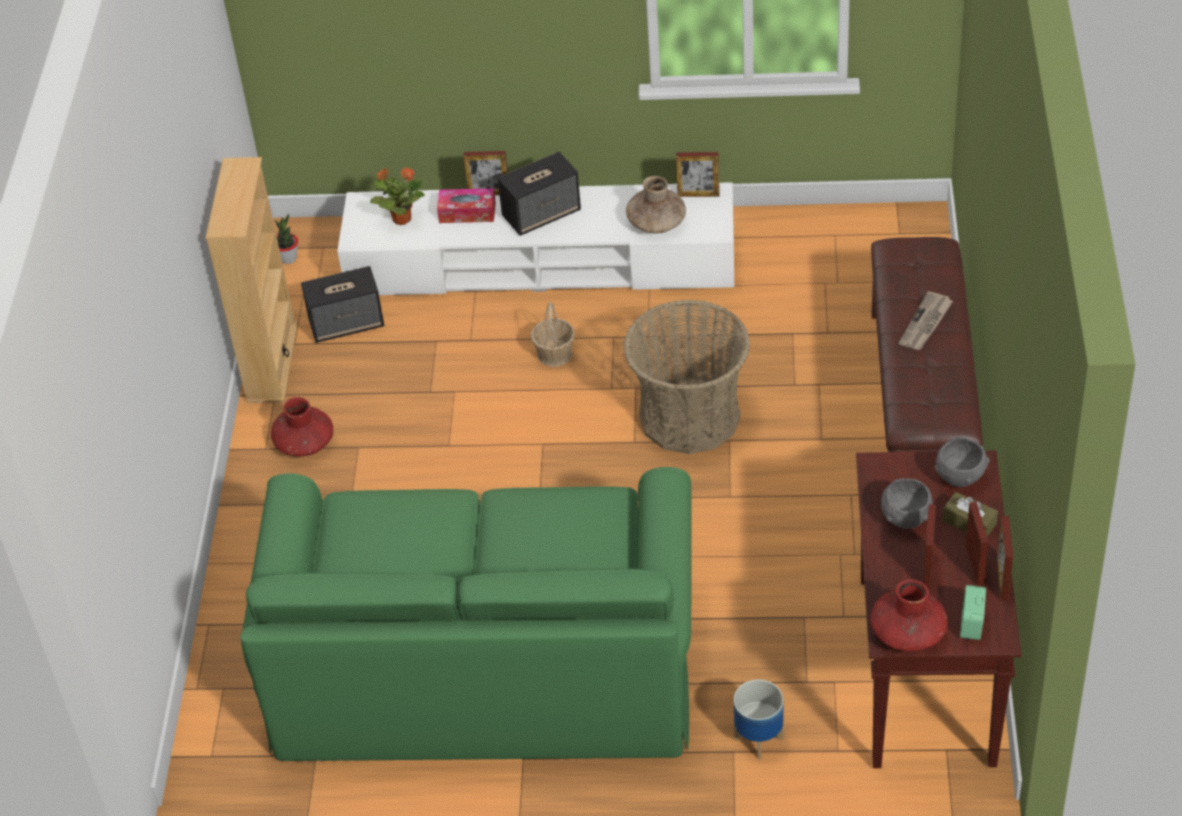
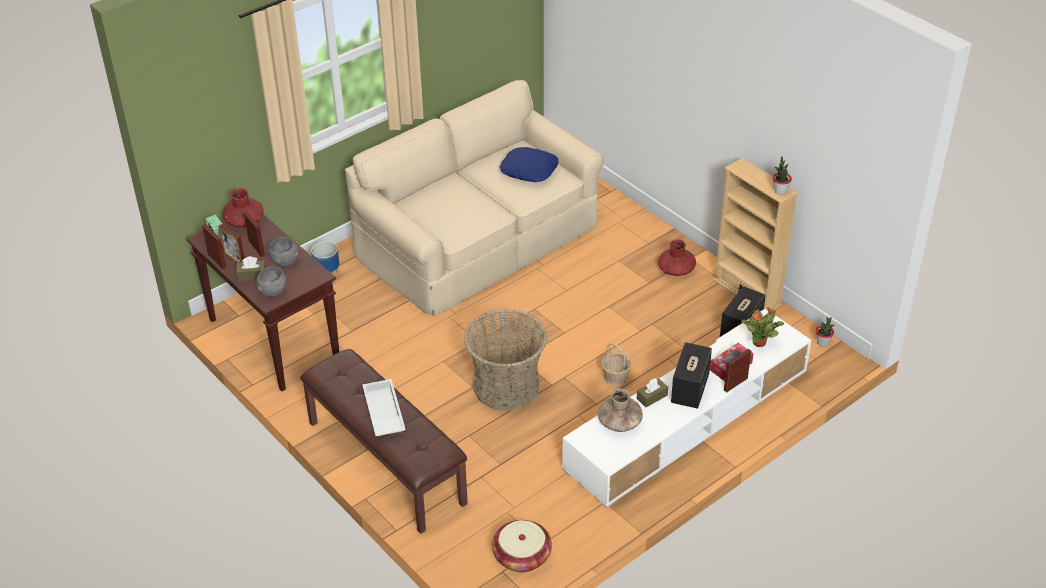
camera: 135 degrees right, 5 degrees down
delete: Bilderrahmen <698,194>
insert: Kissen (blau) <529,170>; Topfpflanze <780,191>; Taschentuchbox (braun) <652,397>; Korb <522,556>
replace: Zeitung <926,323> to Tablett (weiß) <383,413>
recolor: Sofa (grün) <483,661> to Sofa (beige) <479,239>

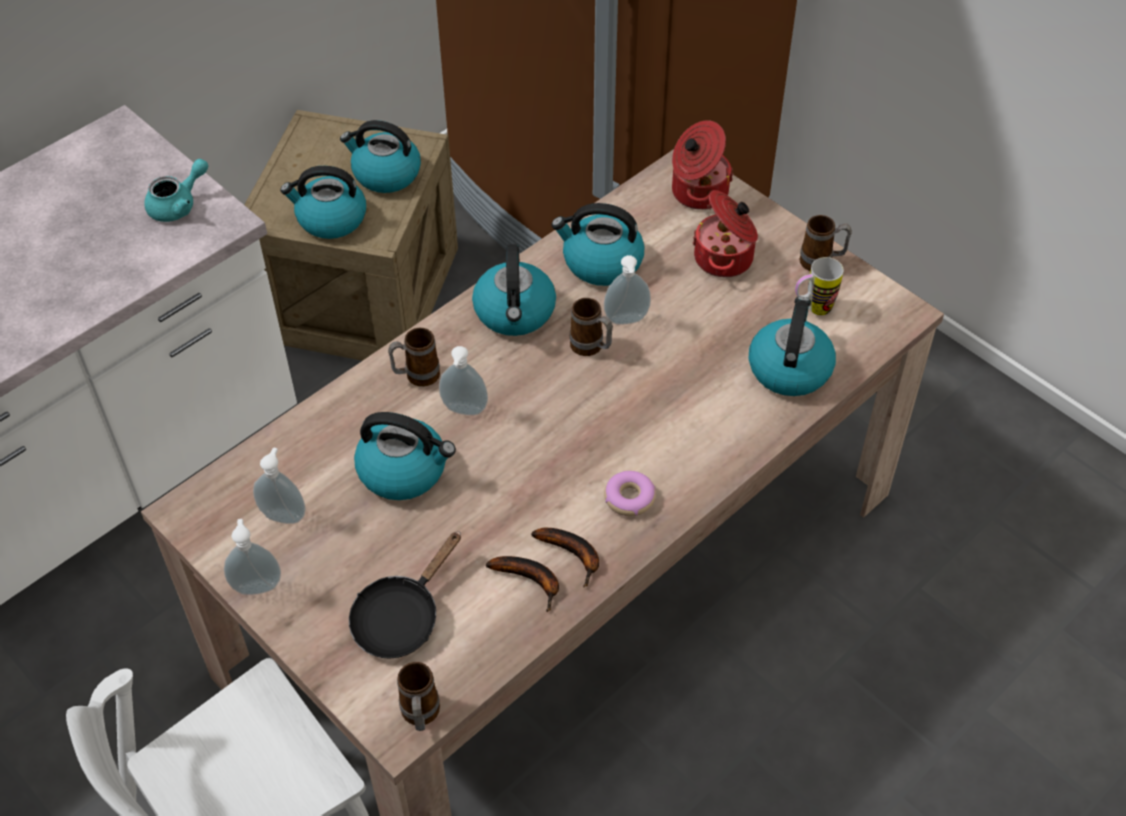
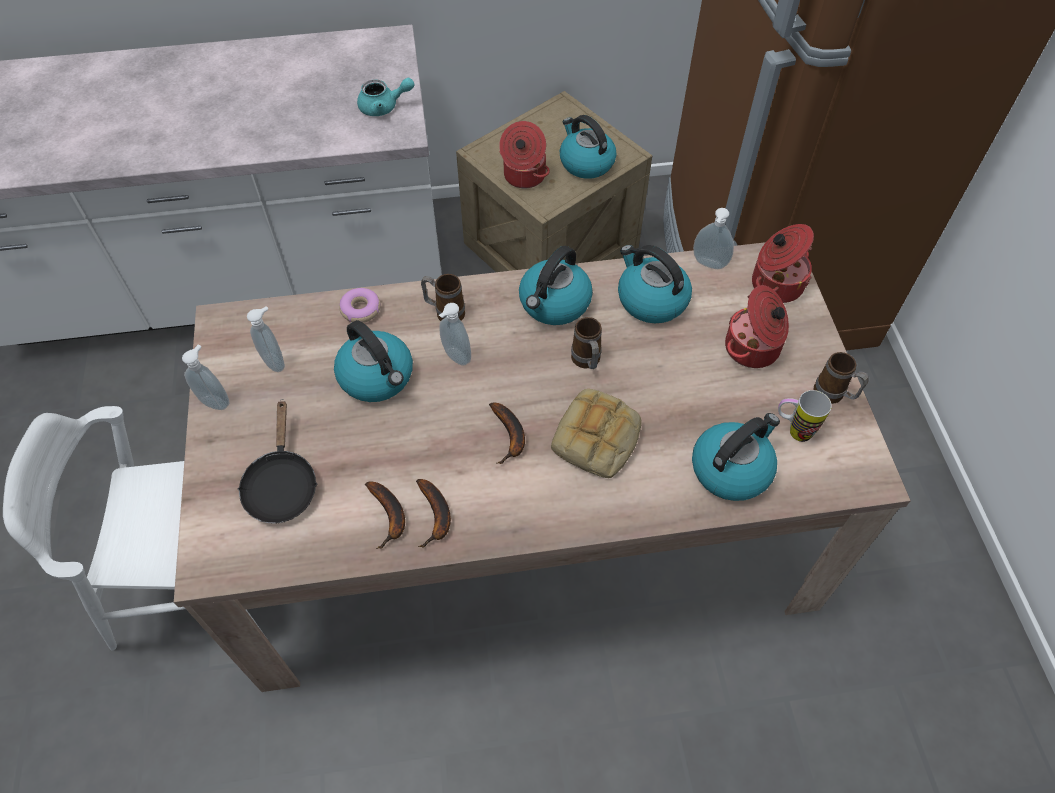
camera: 35 degrees right, 5 degrees up
delete: Henkelbecher <420,716>
insert: Brot <597,439>; Banane <510,436>
move: Seifenspender <627,321> to <708,265>; Donut <629,498> to <361,309>
replace: Wasserkessel <330,219> to Kochtopf <523,176>
rotate: Pfanne (schwarz) <401,617> = <281,484> 75 degrees counterclockwise

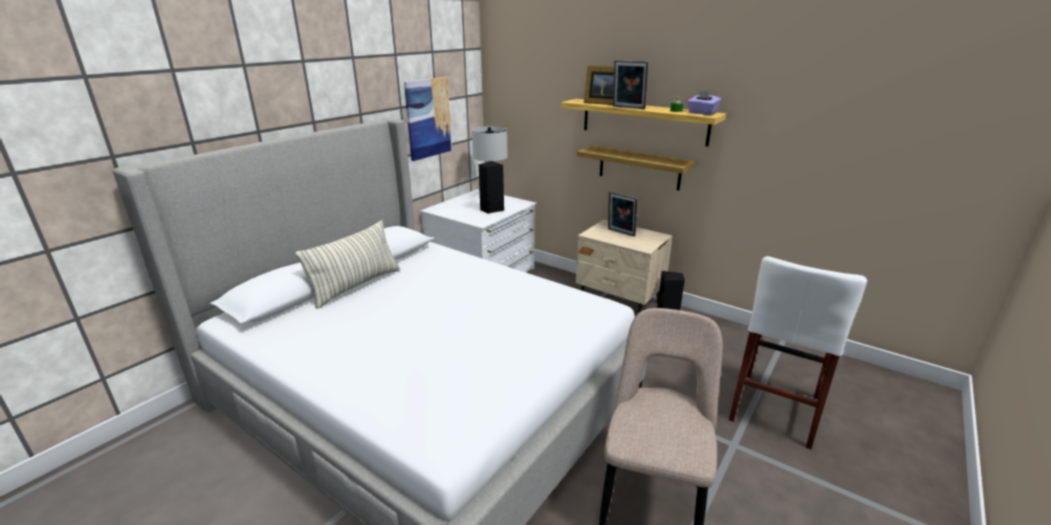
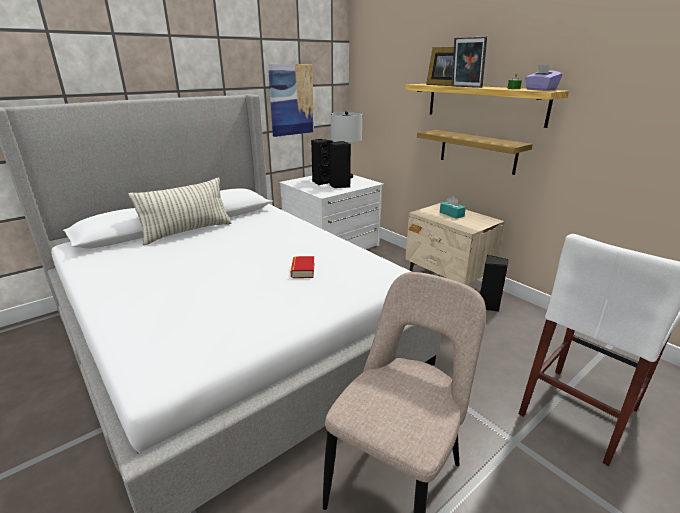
camera: 15 degrees right, 0 degrees up
insert: Lautsprecher (schwarz) <321,182>; Buch <303,270>
replace: Bilderrahmen <620,233> to Taschentuchbox (türkis) <451,214>

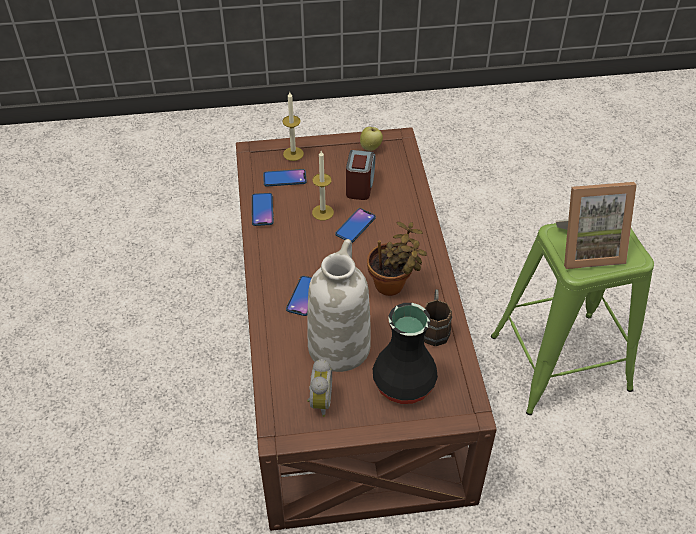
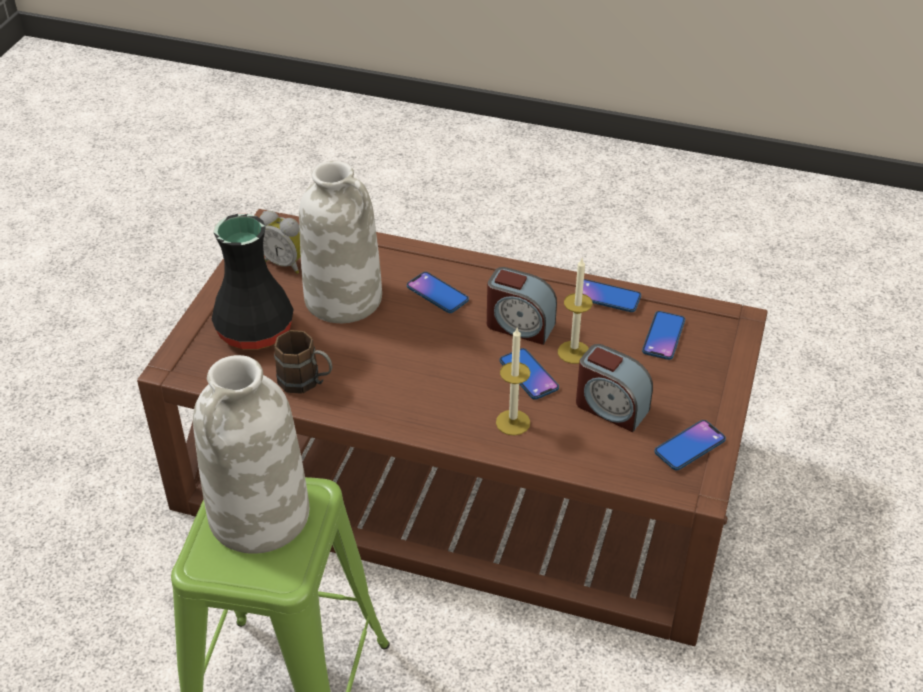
camera: 115 degrees right, 5 degrees down
delete: Topfpflanze <392,286>
insert: Wecker <519,325>
move: Kerze <293,154> to <513,422>
replace: Apfel <371,147> to Handy <689,446>; Bilderrahmen <587,249> to Vase (weiß) <259,516>

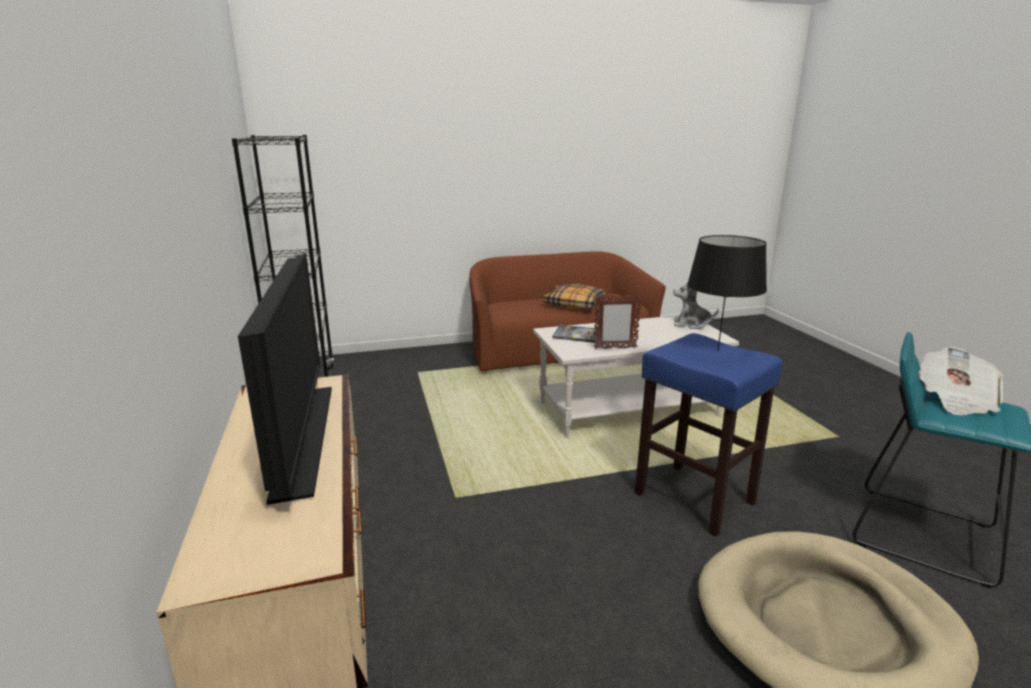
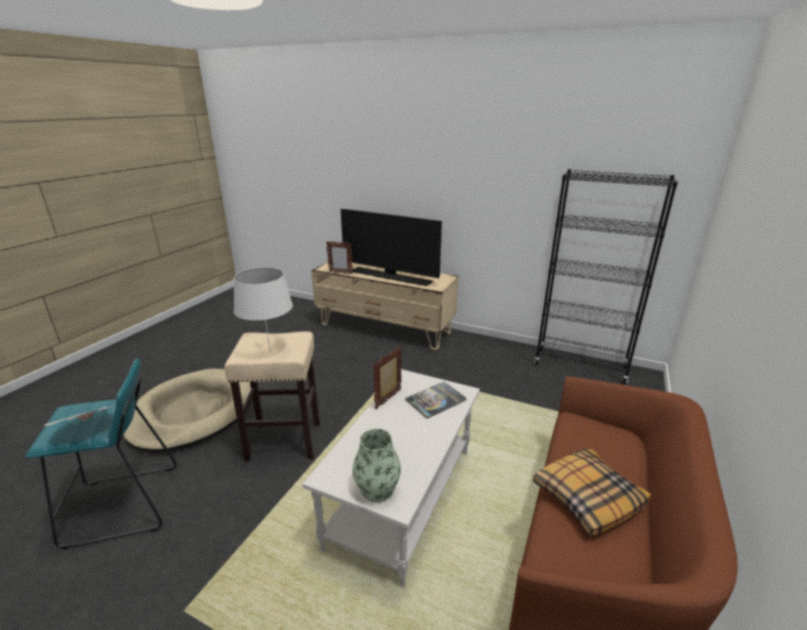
camera: 130 degrees right, 5 degrees up
insert: Bilderrahmen <340,273>
replace: Plüschtier <691,324> to Vase <377,489>
recolor: Tischlampe (schwarz) <717,350> to Tischlampe (weiß) <270,352>; Hocker (blau) <693,497> to Hocker (beige) <285,440>

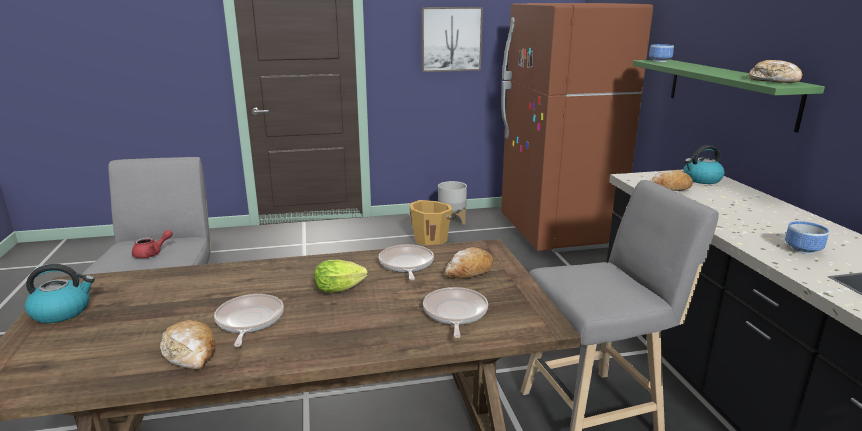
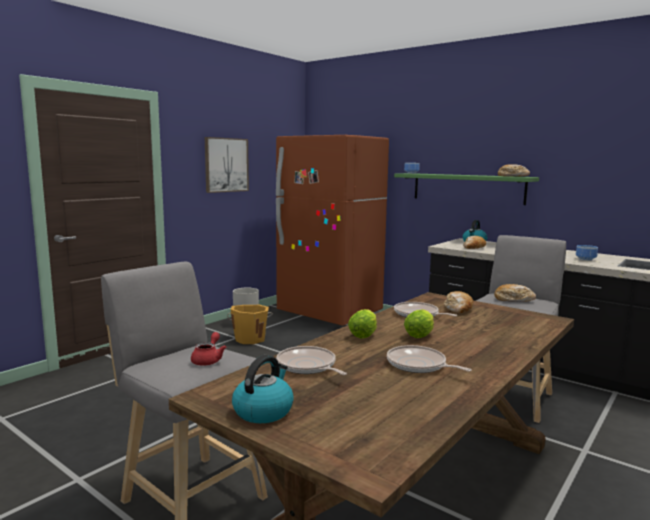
camera: 40 degrees left, 10 degrees down
insert: Salatkopf <364,334>
move: Pfanne <454,313> to <308,366>; Brot <191,353> to <513,299>

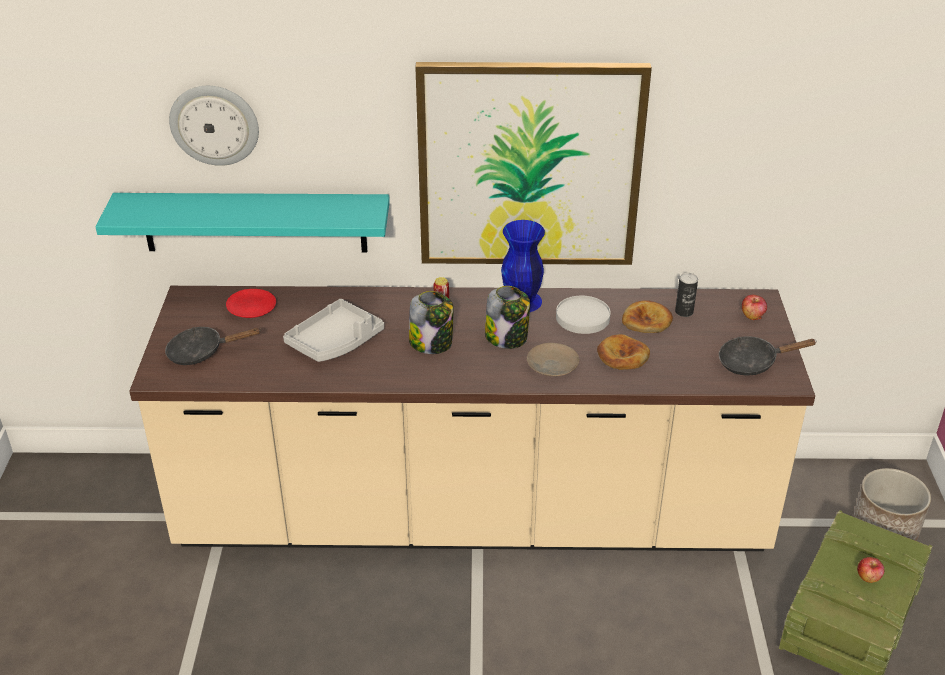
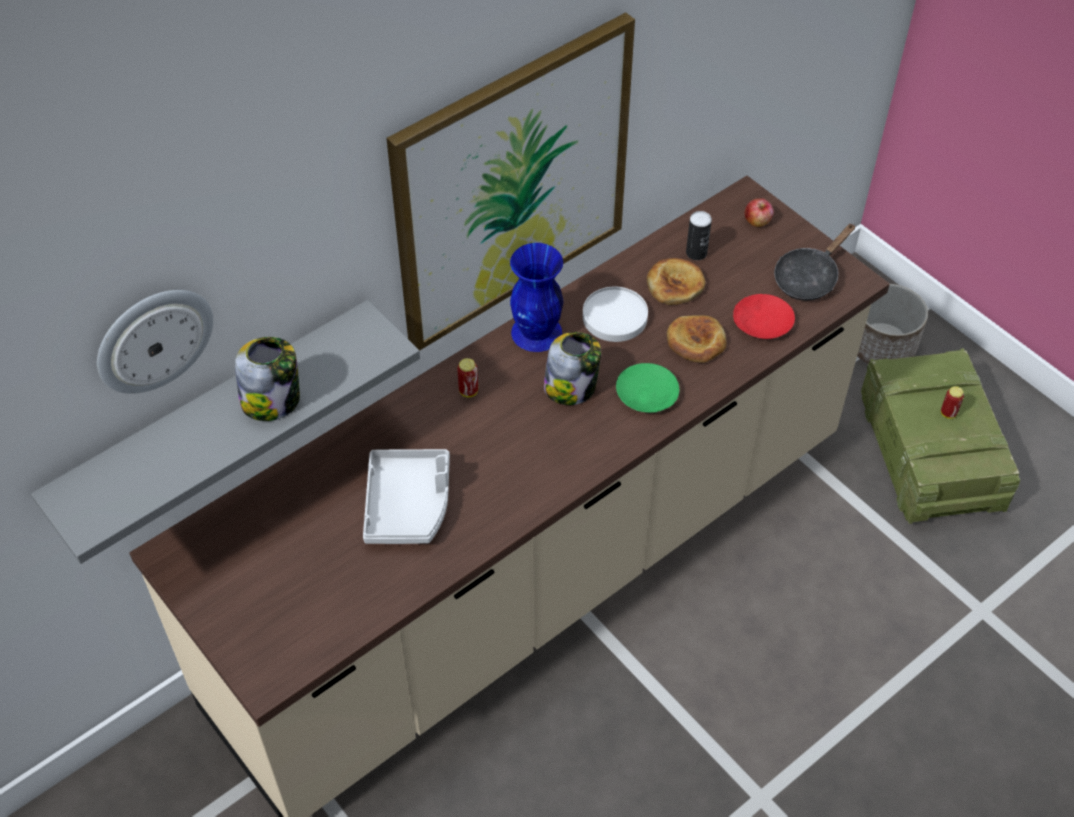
camera: 40 degrees left, 15 degrees up
delete: Pfanne (schwarz) <201,352>
move: Teller (rot) <251,308> to <761,322>; Vorratsglas <431,343> to <272,400>
replace: Apfel <868,577> to Dose <948,413>
recolor: Wandregal (türkis) <254,222> to Wandregal (grau) <216,420>; Teller (beige) <552,366> to Teller (grün) <647,394>

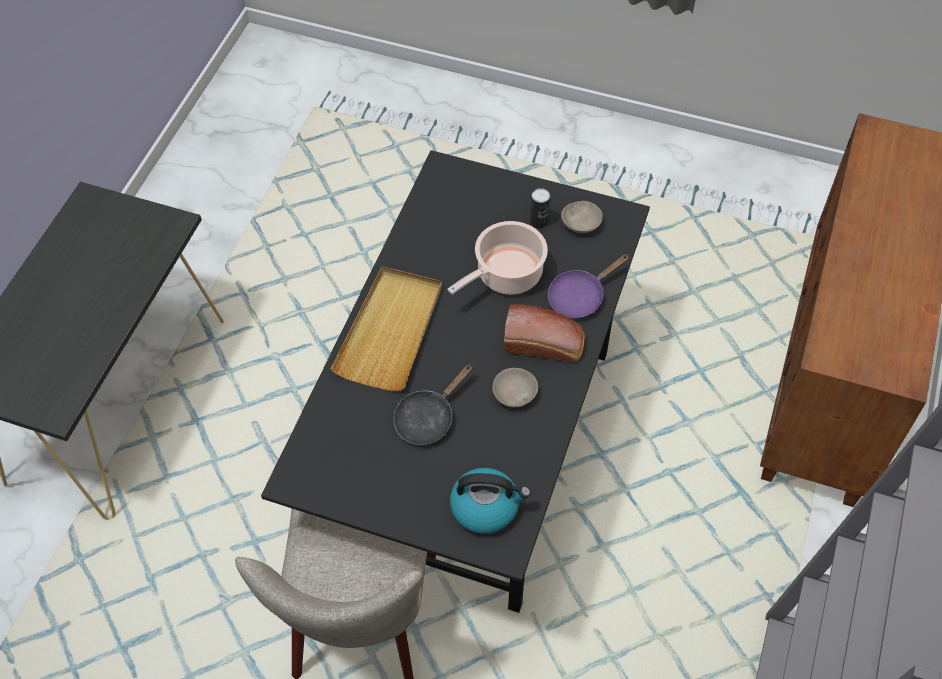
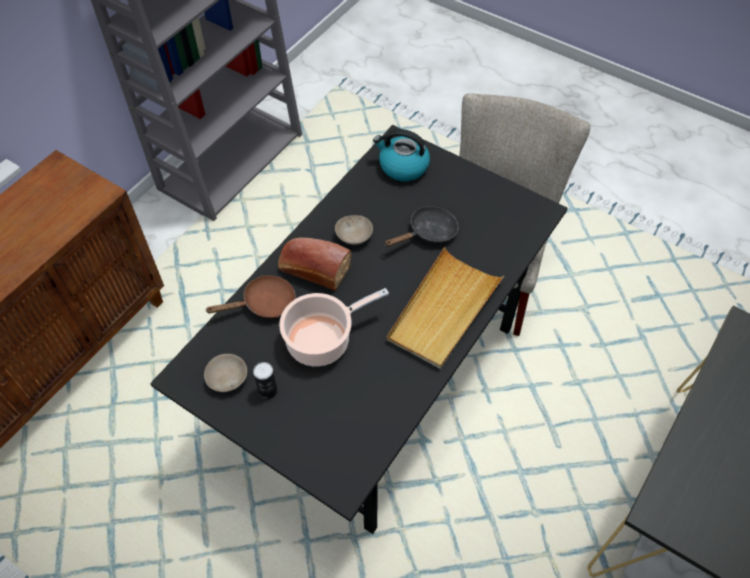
camera: 165 degrees left, 0 degrees up
recolor: Pfanne (lila) <580,296> to Pfanne (braun) <264,304>

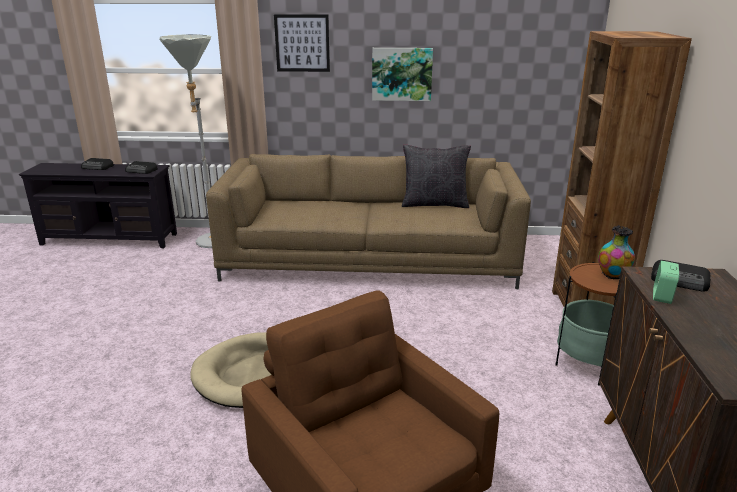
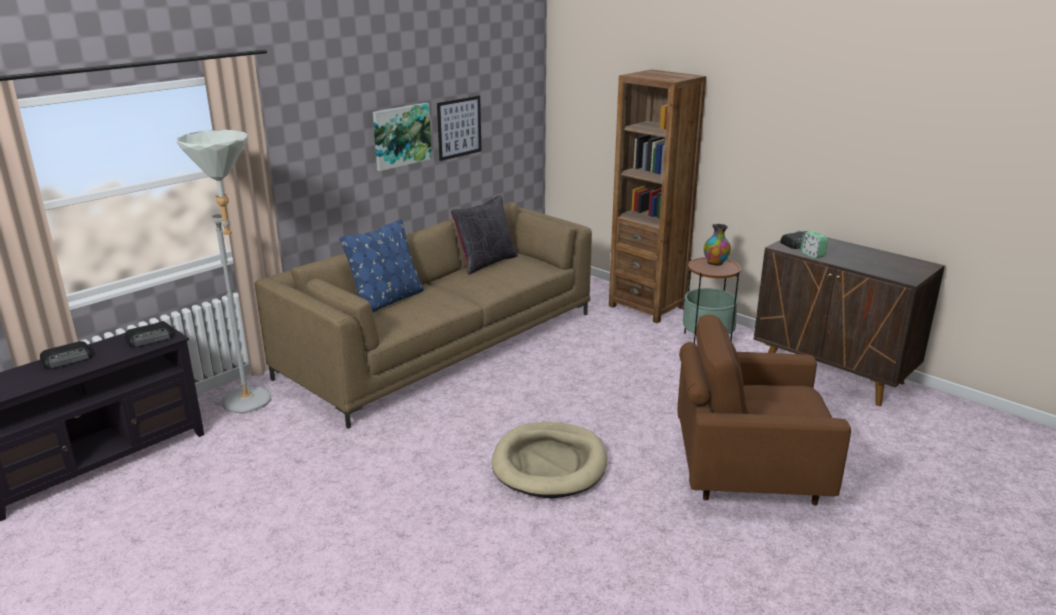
camera: 50 degrees left, 0 degrees up
insert: Kissen (blau) <387,301>
move: Bild <302,43> to <459,127>

